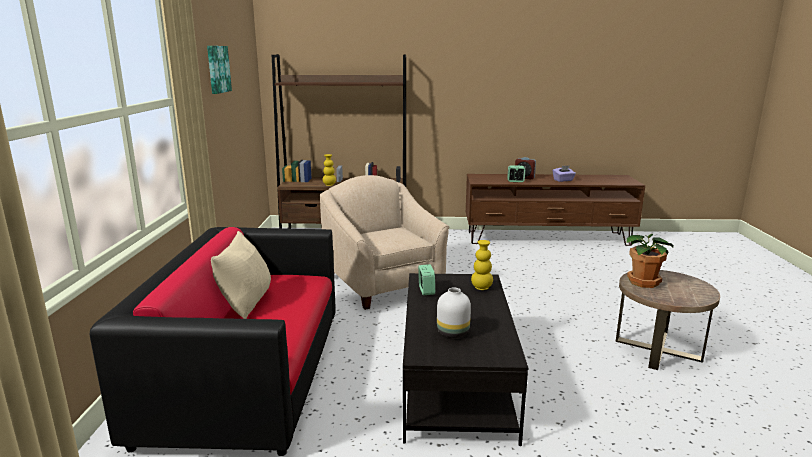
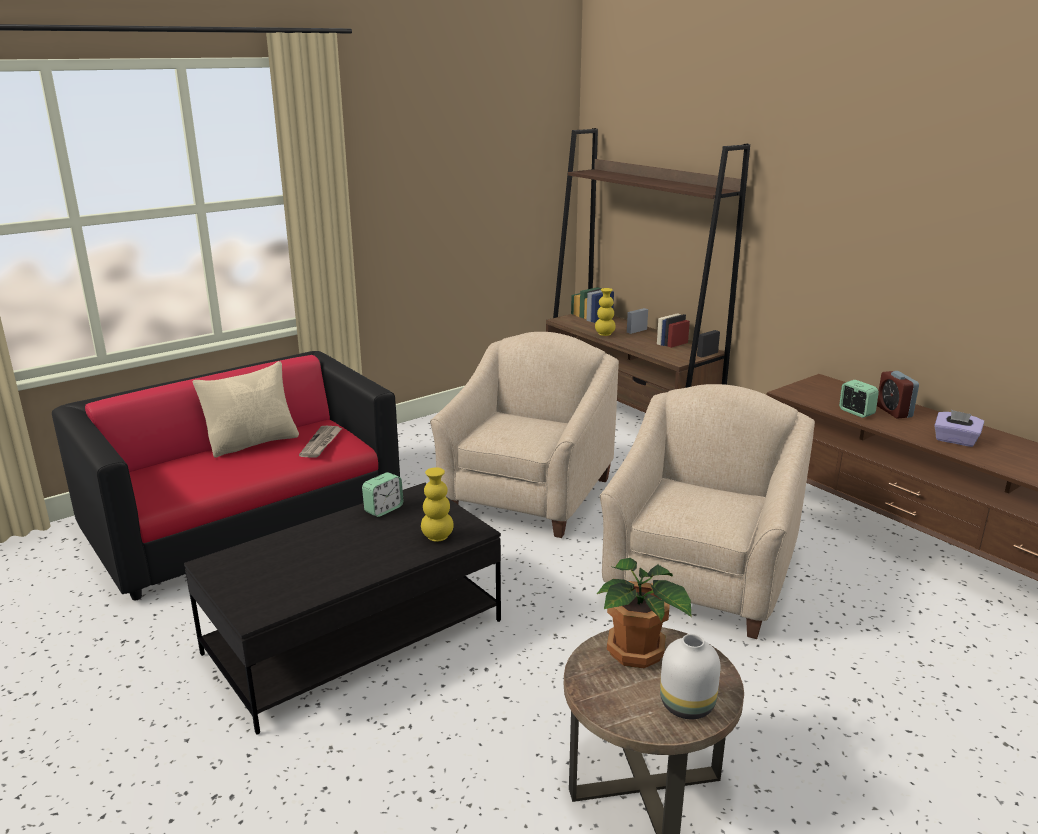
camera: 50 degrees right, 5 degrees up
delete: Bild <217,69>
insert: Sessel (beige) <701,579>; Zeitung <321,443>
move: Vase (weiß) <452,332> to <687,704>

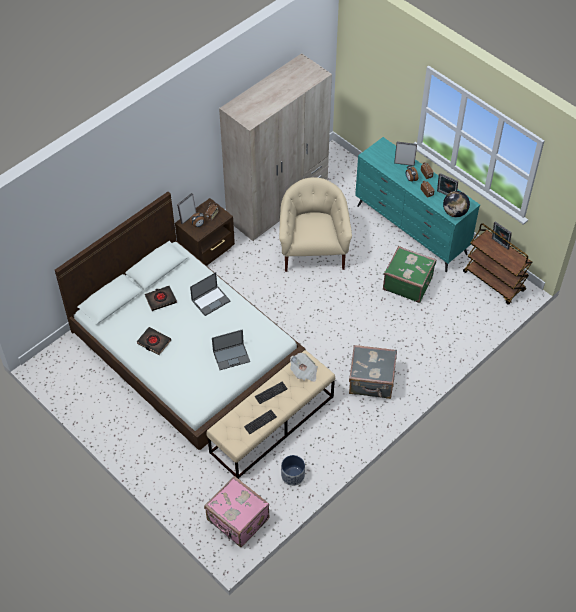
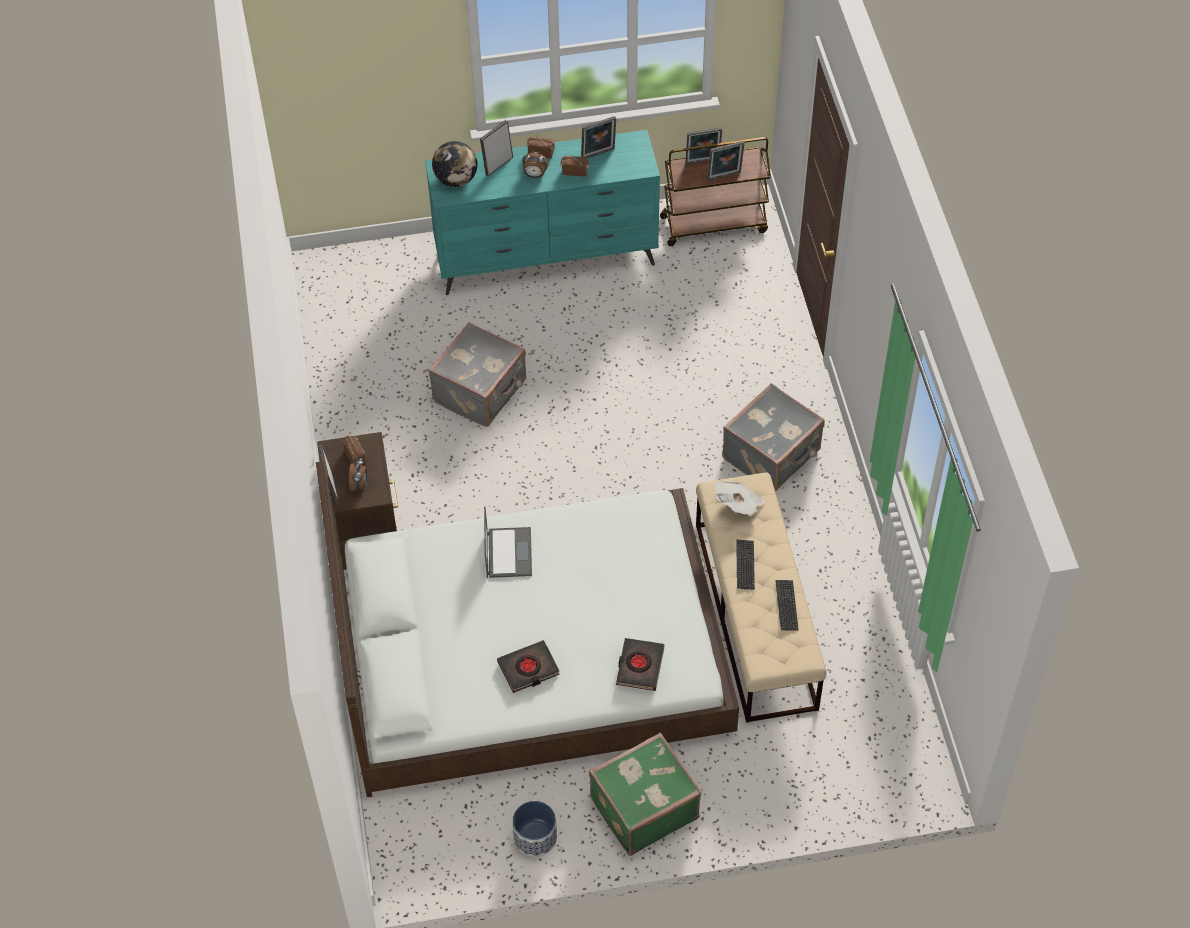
camera: 55 degrees left, 0 degrees up
delete: Kleiderschrank (beige) <278,203>; Laptop <232,356>; Koffer (rosa) <237,520>
insert: Bilderrahmen <724,177>
move: Globus <454,212> to <456,180>; Koffer (grün) <407,283> to <642,807>; Buch (schwarz) <161,299> to <639,666>; Pflanzkübel <293,475> to <535,837>
replace: Sessel (beige) <313,250> to Koffer (grau) <481,392>

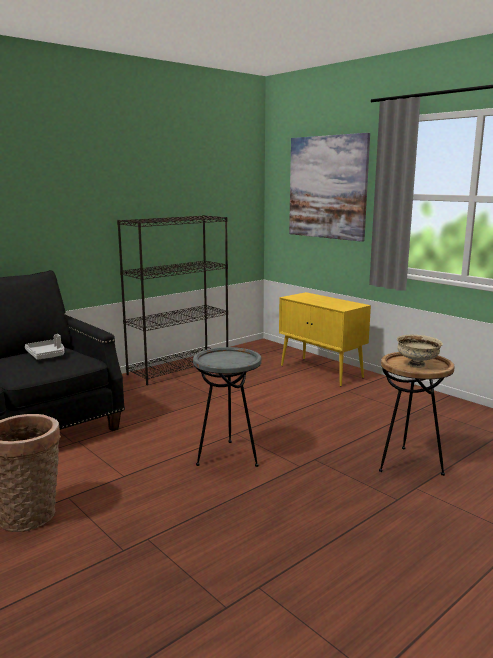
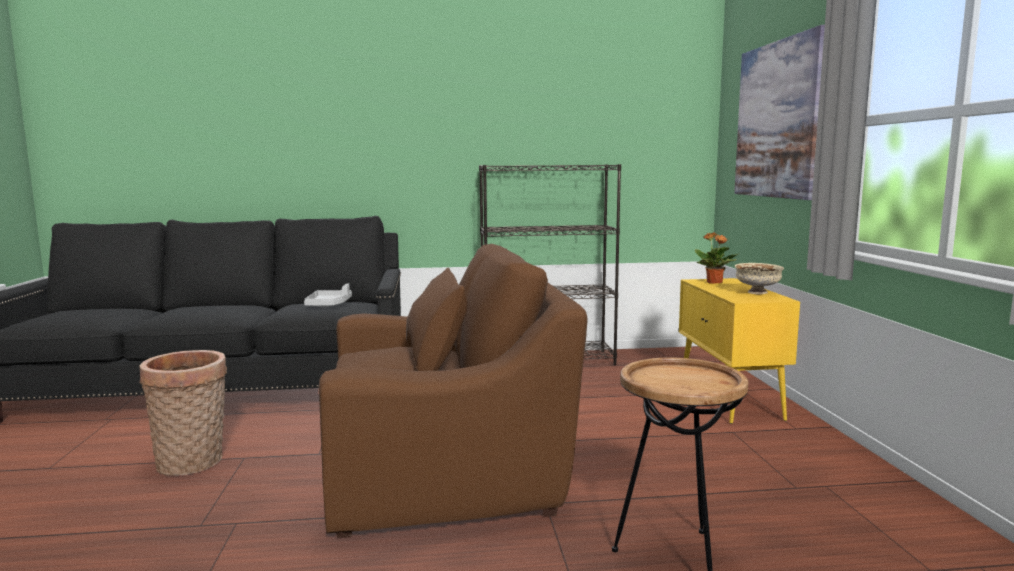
camera: 35 degrees right, 5 degrees down
insert: Topfpflanze <714,282>
move: Schüssel (beige) <417,365> to <757,293>
replace: Beistelltisch (grau) <228,457> to Sessel (braun) <447,467>

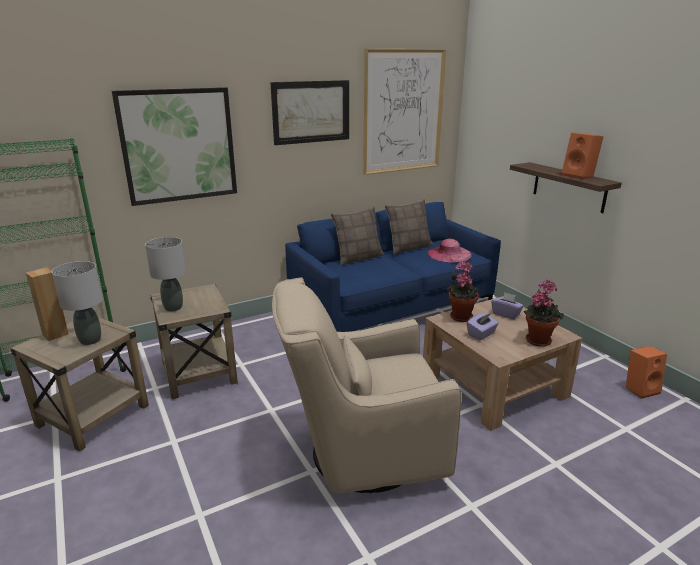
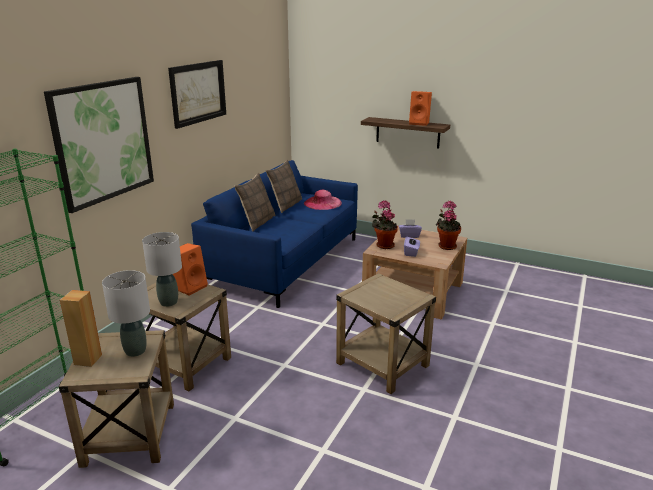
camera: 35 degrees left, 0 degrees up
delete: Bild <403,112>
move: Lautsprecher (orange) <640,389> to <190,287>
replace: Sessel (beige) <361,453> to Beistelltisch (beige) <382,364>

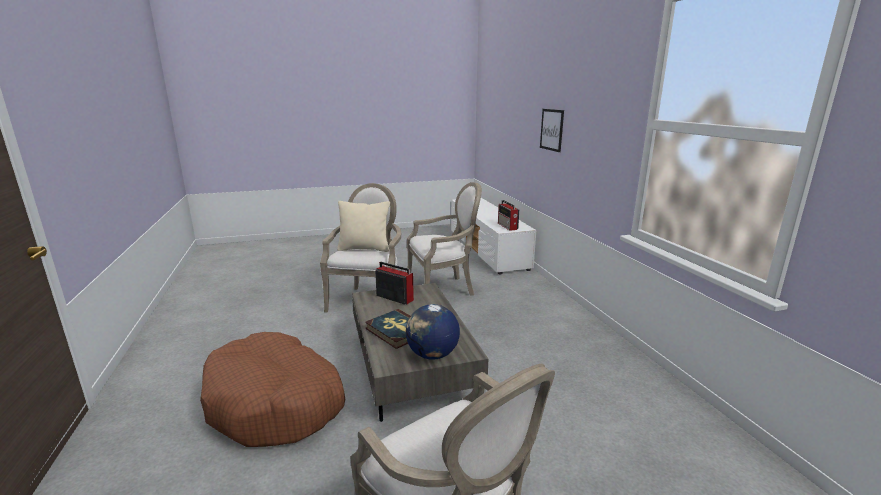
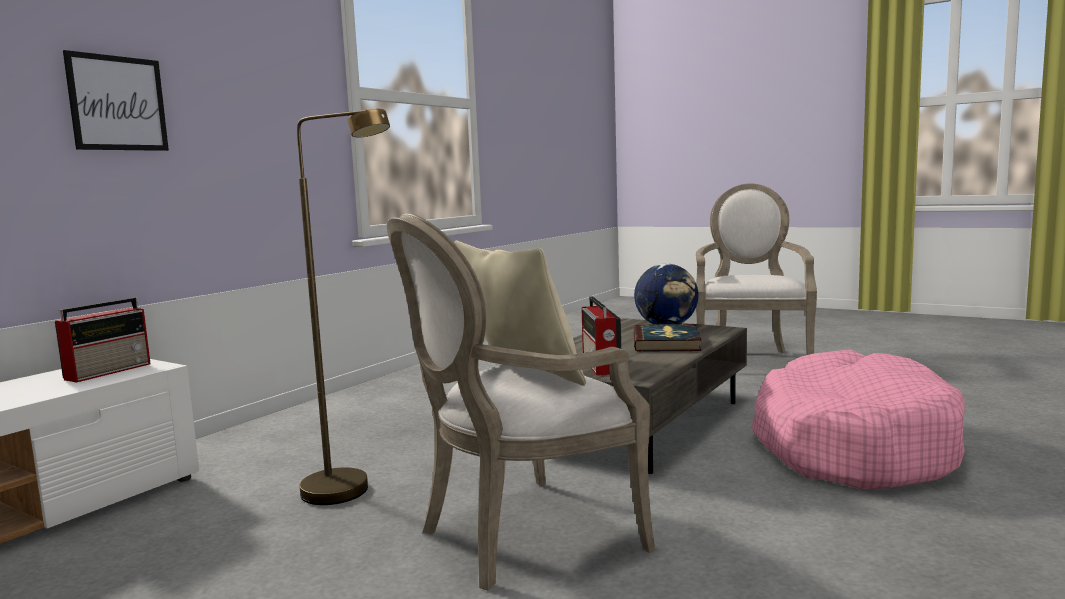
camera: 130 degrees left, 10 degrees down
replace: Sessel <443,289> to Stehlampe (braun) <350,493>
recolor: Hundebett (braun) <276,402> to Hundebett (rosa) <852,446>

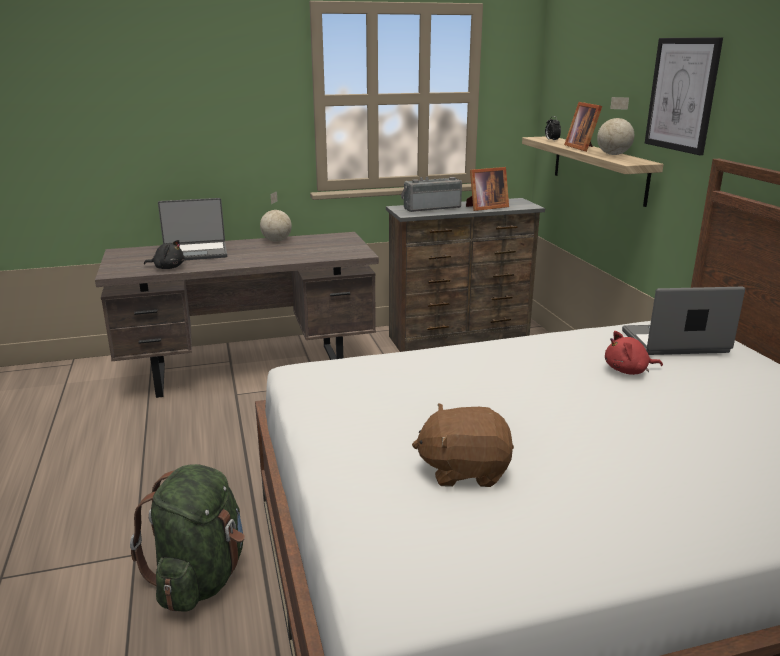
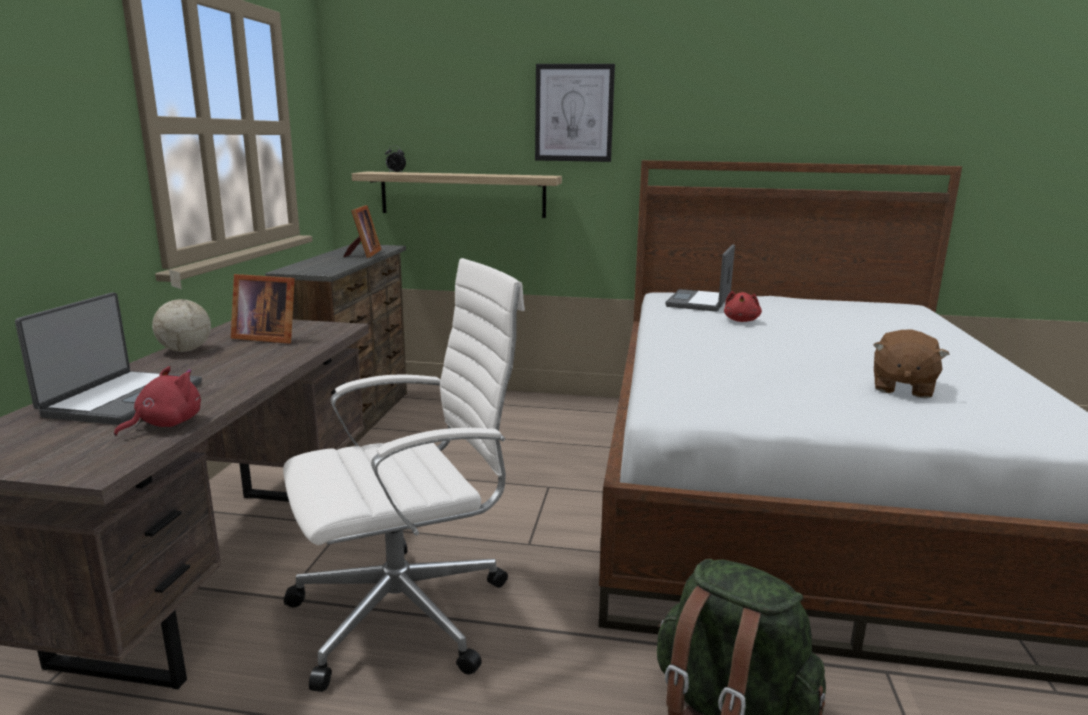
camera: 65 degrees left, 5 degrees down
delete: Globus <613,154>; Radio <431,208>
insert: Bürostuhl (weiß) <408,612>
move: Bilderrahmen <582,148> to <266,337>
recolor: Plüschtier (schwarz) <167,267> to Plüschtier (rot) <166,424>

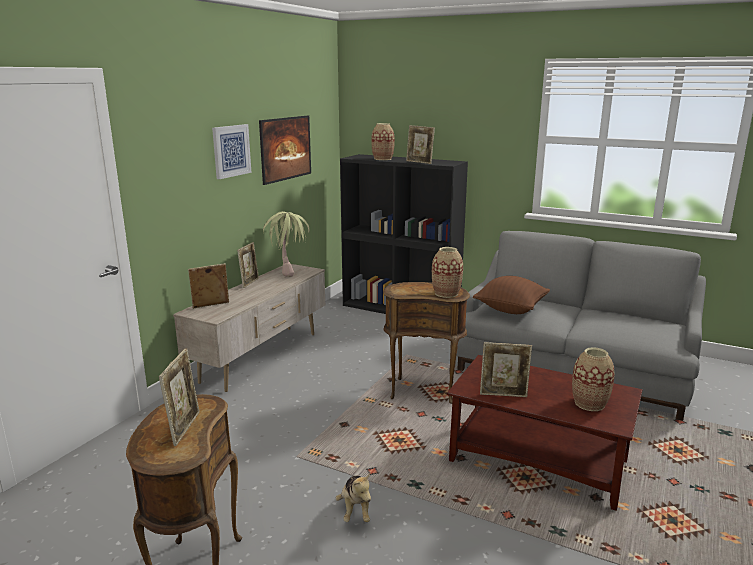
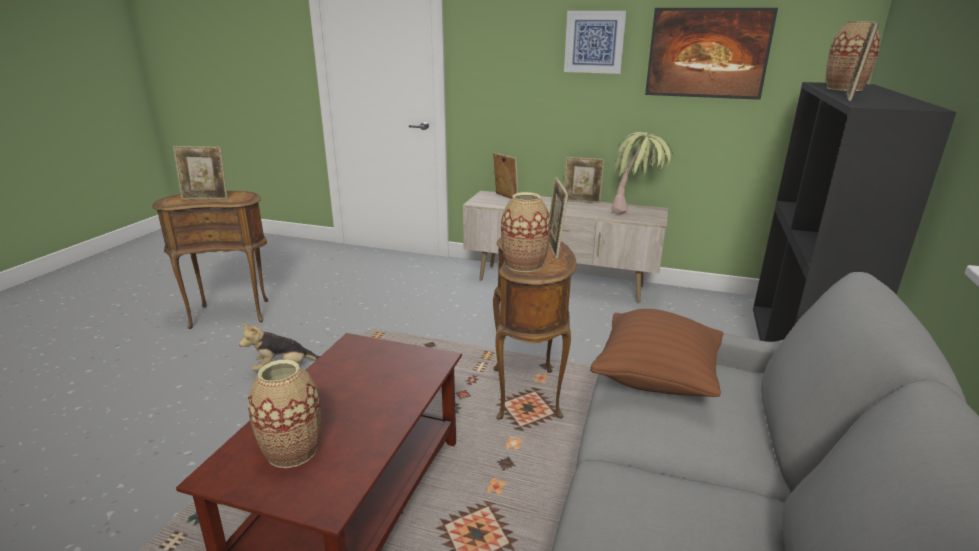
camera: 80 degrees right, 5 degrees up
move: Bilderrahmen <503,394> to <554,248>

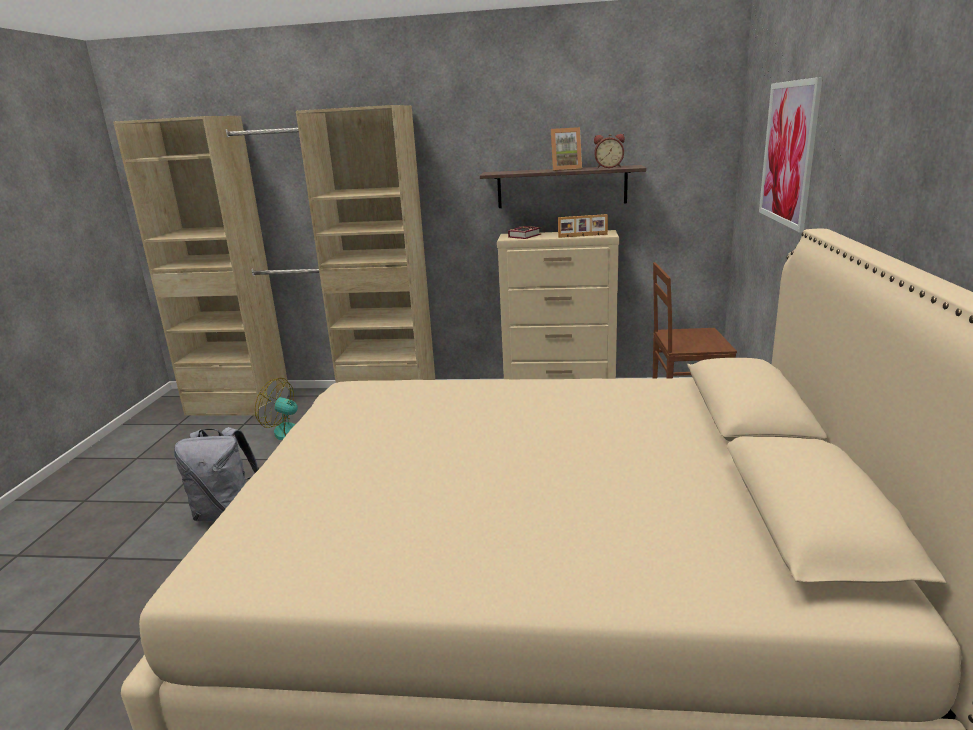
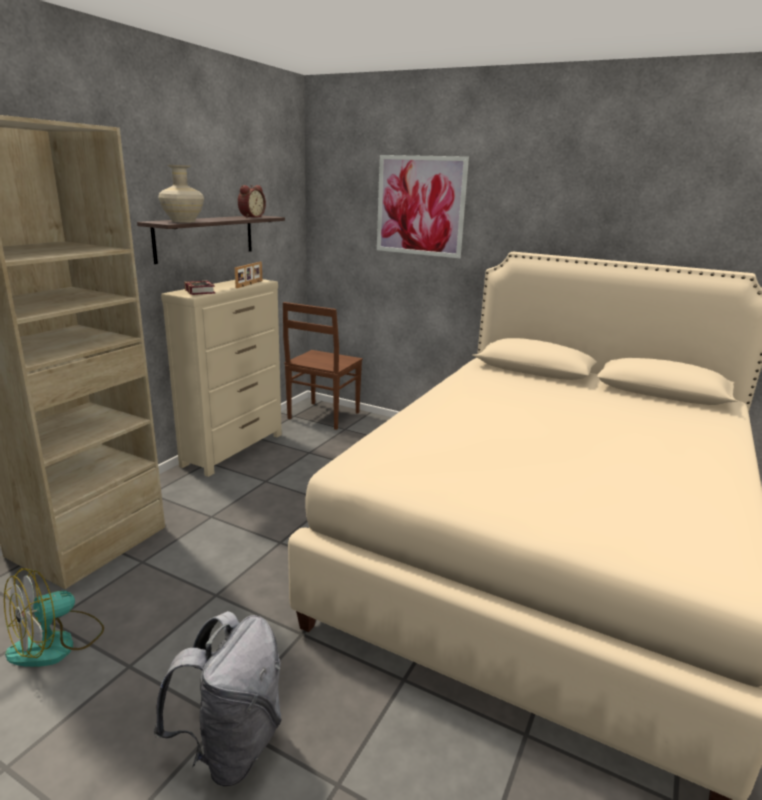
camera: 70 degrees left, 0 degrees up
delete: Bilderrahmen <565,169>
insert: Vase (beige) <183,221>

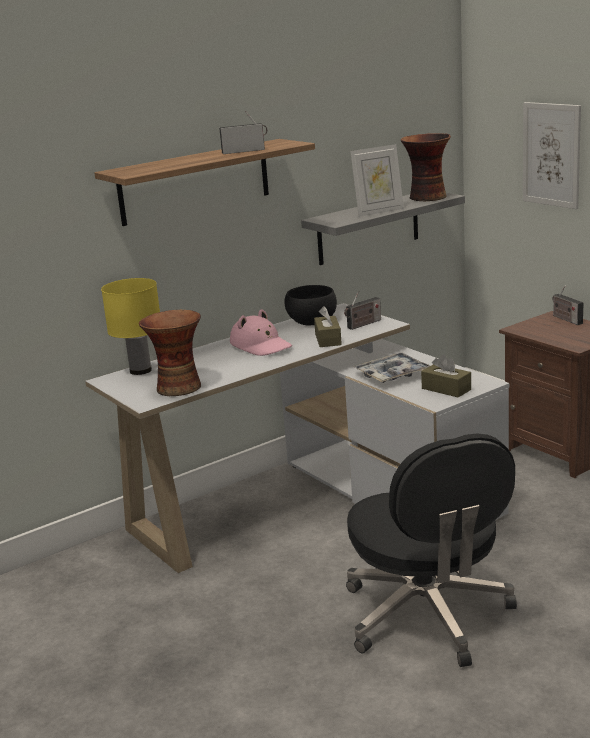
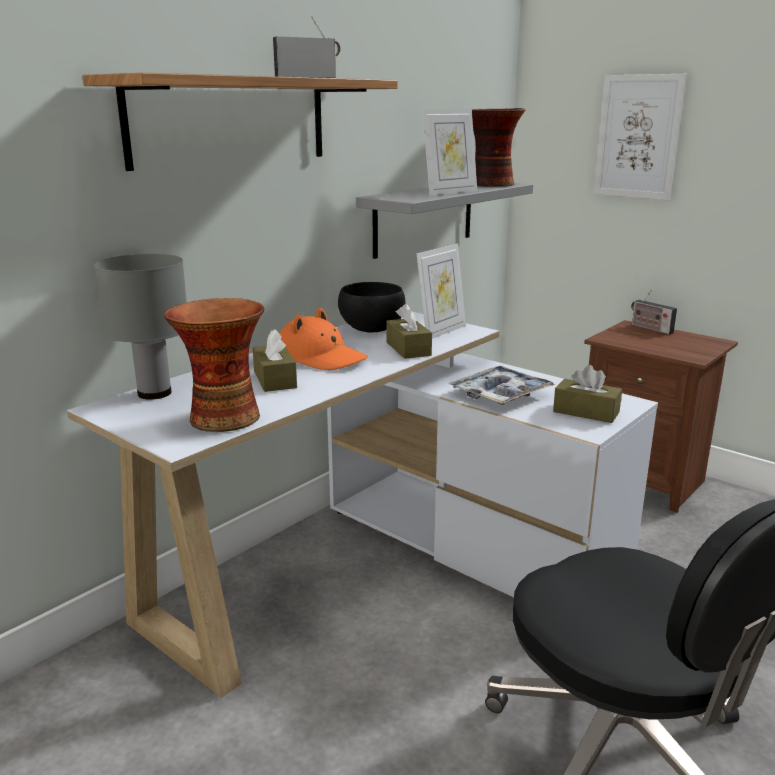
camera: 15 degrees left, 0 degrees up
insert: Taschentuchbox (braun) <275,379>
replace: Radio <363,325> to Bilderrahmen <441,331>
recolor: Tischlampe (gelb) <140,370> to Tischlampe (grau) <153,393>; Hut (rosa) <261,345> to Hut (orange) <321,357>

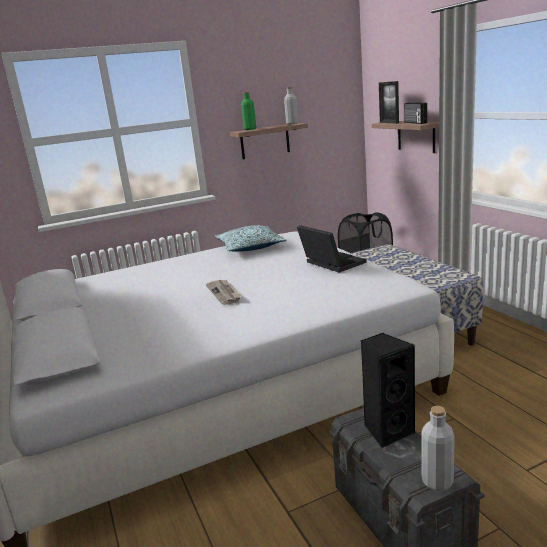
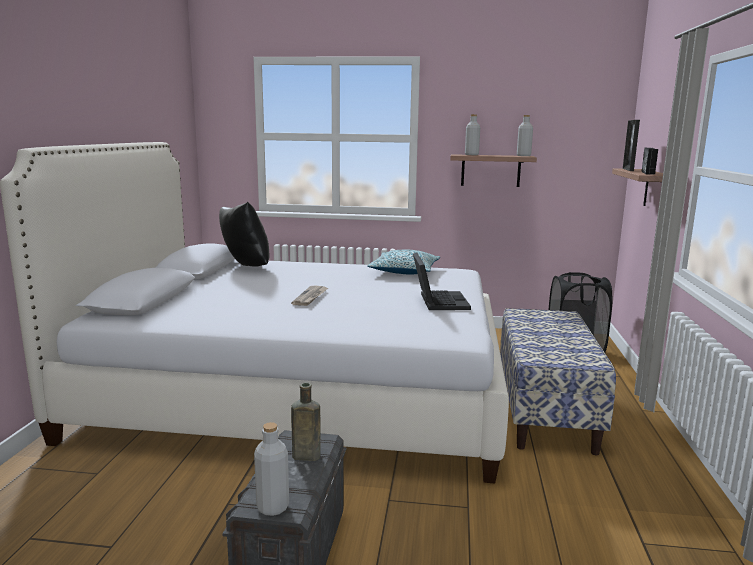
camera: 30 degrees right, 5 degrees down
insert: Kissen (schwarz) <244,268>
replace: Lautsprecher (schwarz) <387,431> to Flasche (braun) <304,456>
recolor: Flasche (grün) <250,129> to Flasche (grau) <471,154>

